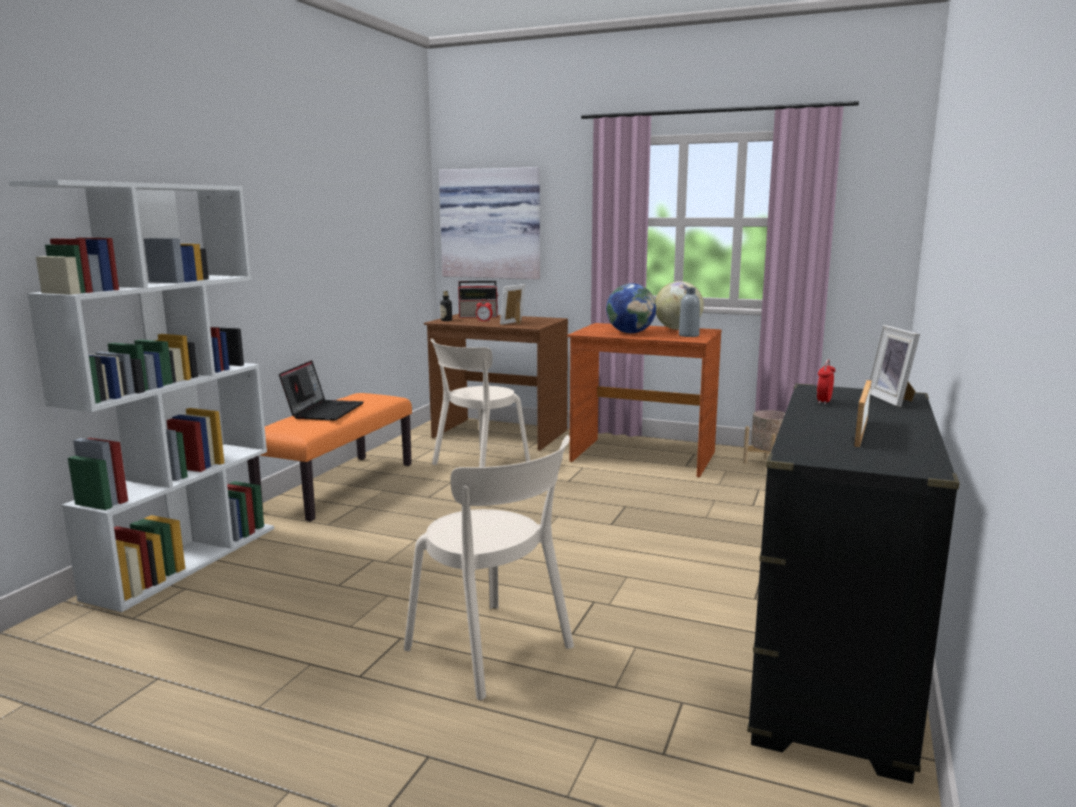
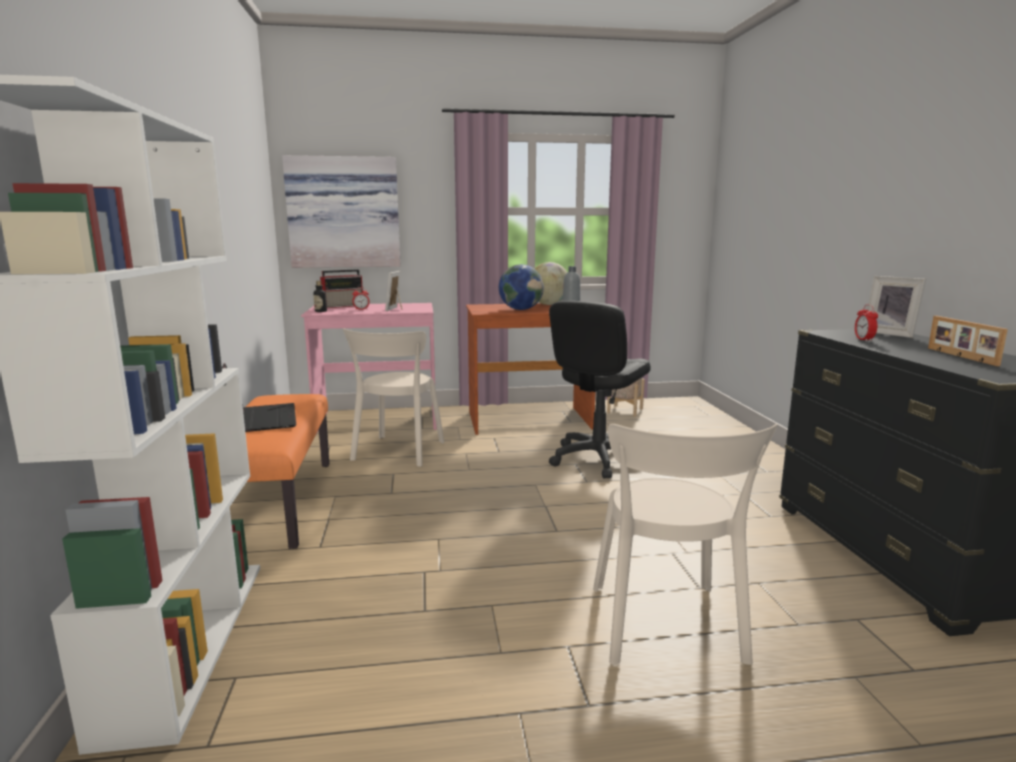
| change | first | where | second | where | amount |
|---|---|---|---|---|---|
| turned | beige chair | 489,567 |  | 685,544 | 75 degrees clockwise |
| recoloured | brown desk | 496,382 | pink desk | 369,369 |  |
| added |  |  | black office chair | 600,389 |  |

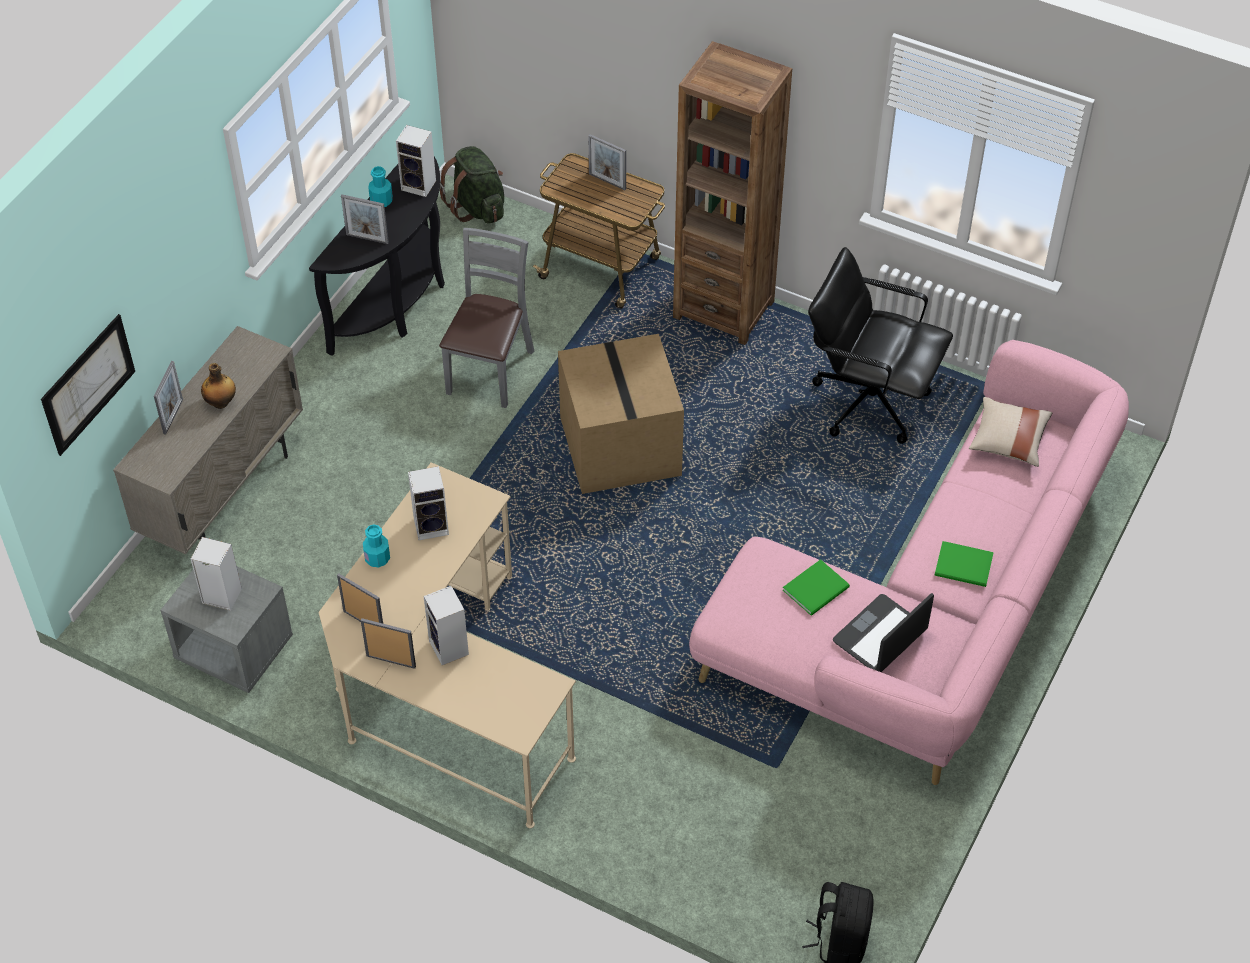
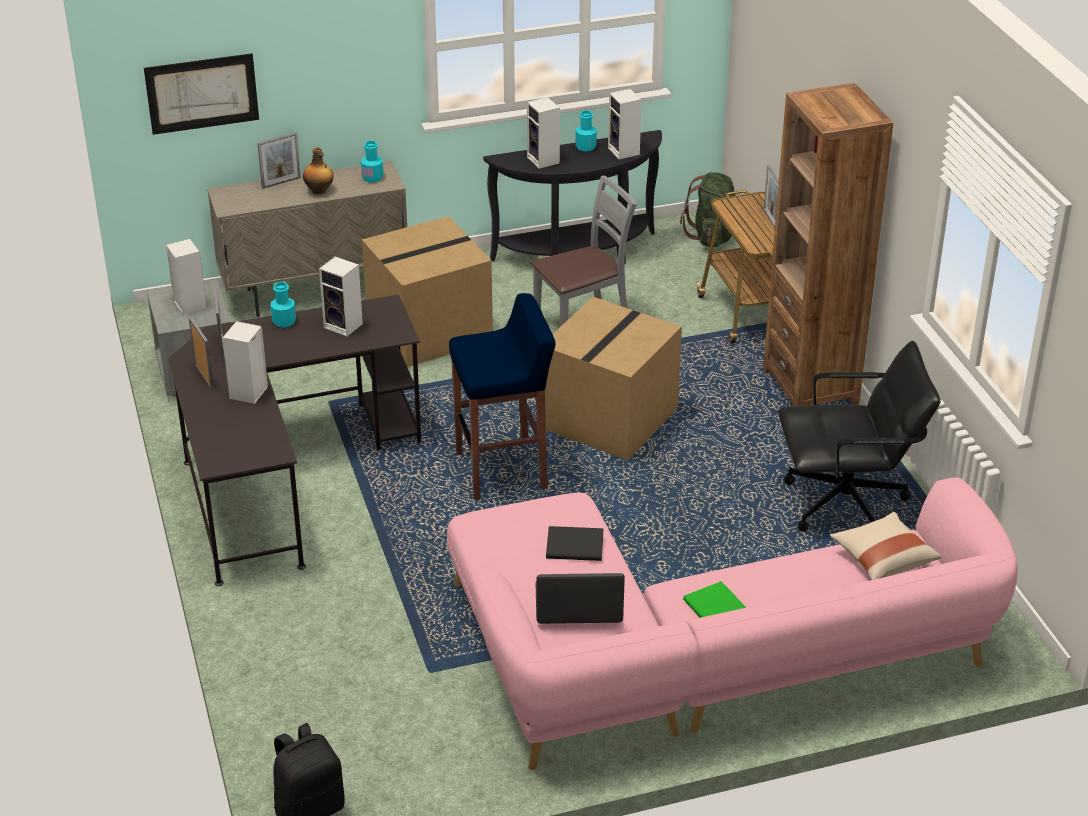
| change | first | where | second | where | amount |
|---|---|---|---|---|---|
| recoloured | beige desk | 447,645 | black desk | 294,440 |  |
| replaced | picture frame | 365,219 | speaker | 543,133 |  |
| recoloured | green book | 816,587 | black book | 575,543 |  |
| turned | black office chair | 880,345 |  | 859,436 | 105 degrees clockwise |
| added |  |  | turquoise bottle | 372,161 |  |
| added |  |  | cardboard box | 427,291 |  |
| added |  |  | blue stool | 502,396 |  |

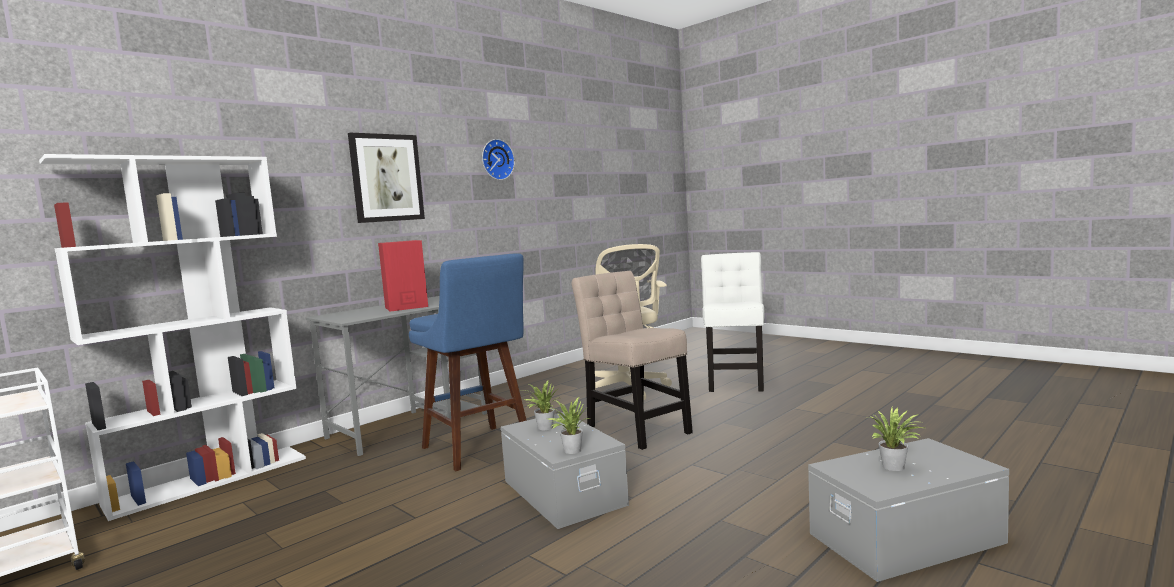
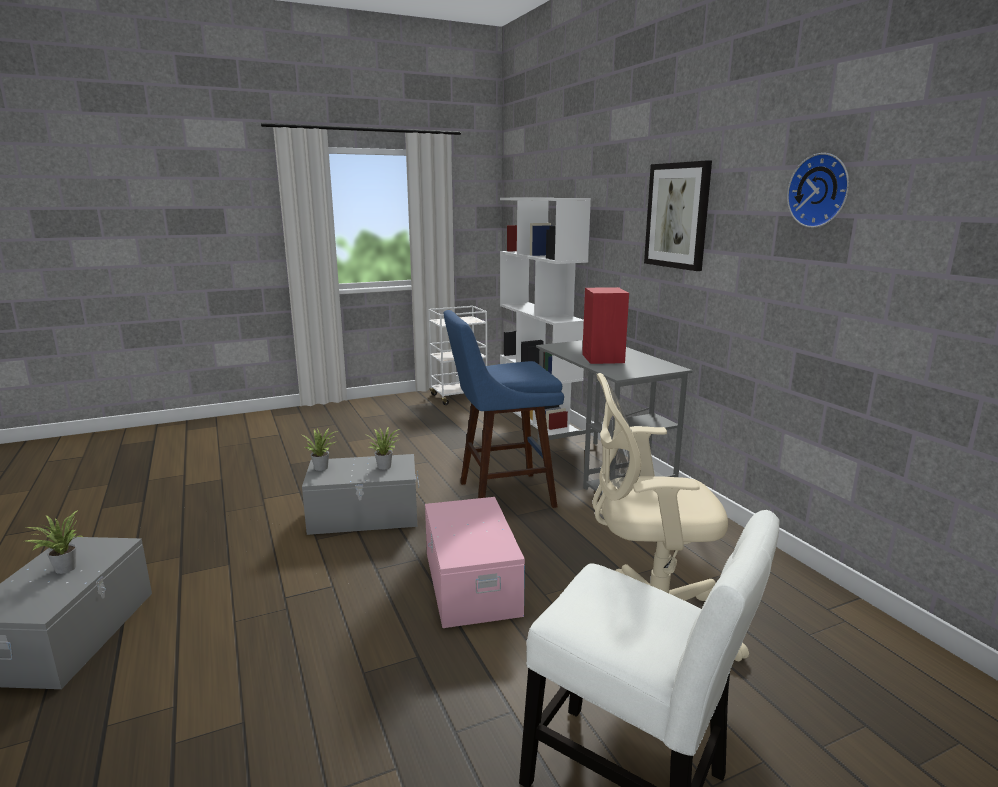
| change | first | where | second | where | amount |
|---|---|---|---|---|---|
| replaced | beige chair | 632,360 | pink storage box | 475,562 |  |

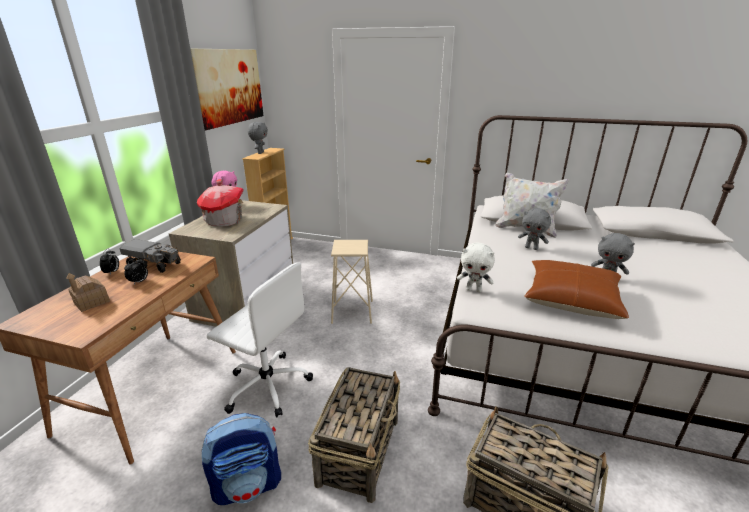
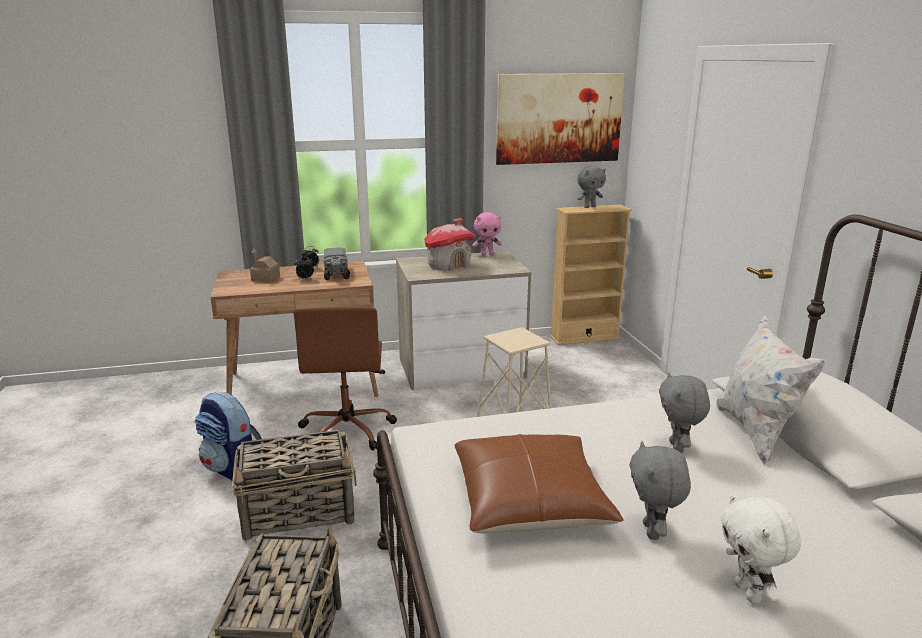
| change | first | where | second | where | amount |
|---|---|---|---|---|---|
| recoloured | white office chair | 260,339 | brown office chair | 345,378 |  |
| moved | white plush toy | 476,267 |  | 761,549 |  |

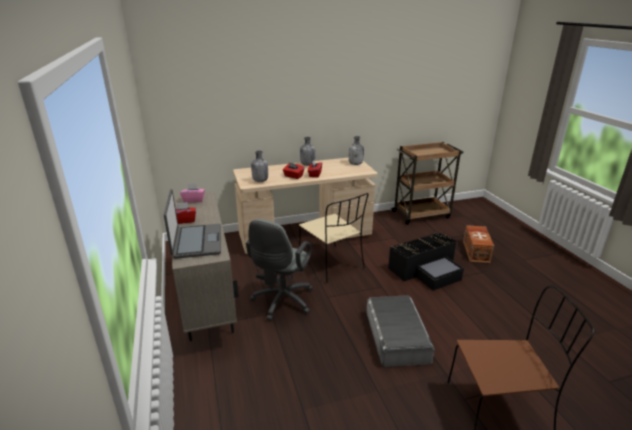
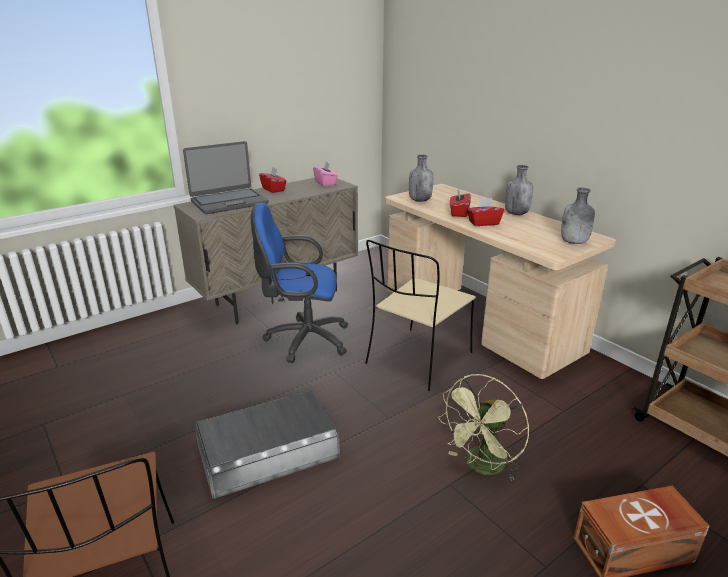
| change | first | where | second | where | amount |
|---|---|---|---|---|---|
| recoloured | grey office chair | 279,270 | blue office chair | 299,283 |  |
| replaced | black storage box | 426,261 | green fan | 483,427 |  |

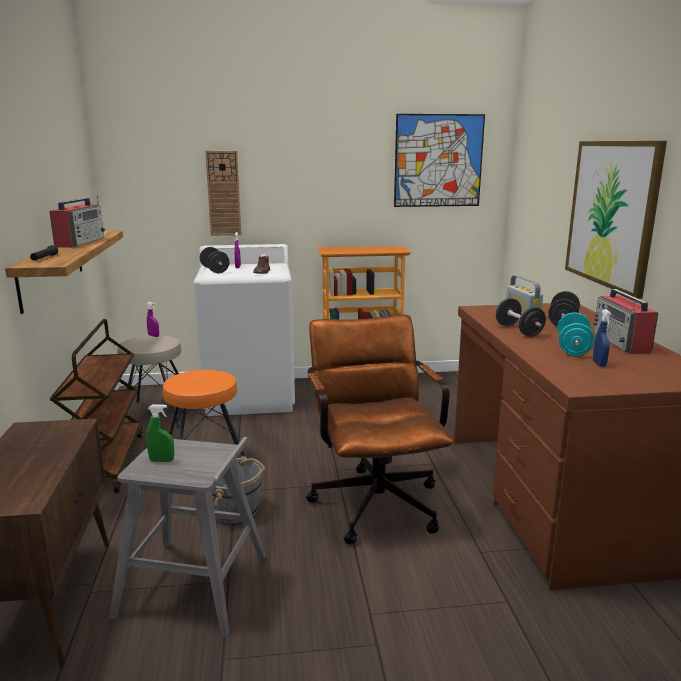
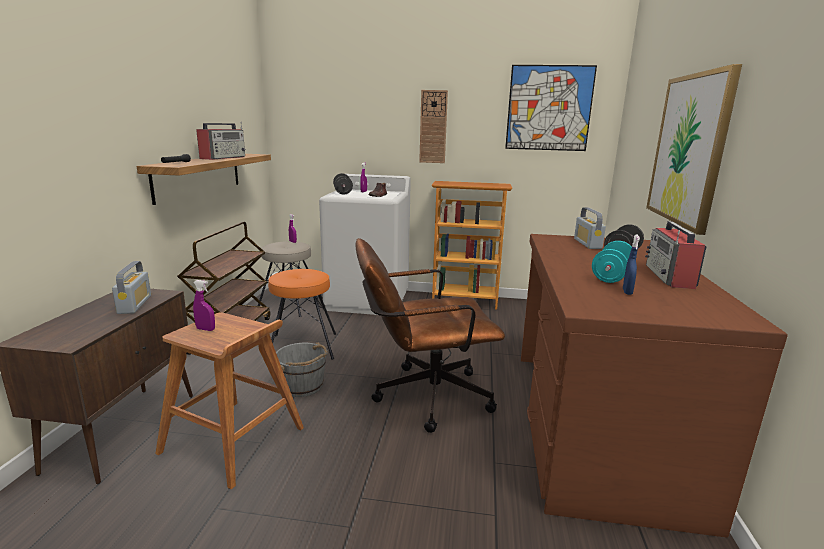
| change | first | where | second | where | amount |
|---|---|---|---|---|---|
| recoloured | grey stool | 187,537 | brown stool | 229,401 |  |
| recoloured | green spray bottle | 160,433 | purple spray bottle | 204,305 |  |
| moved | wall clock | 223,193 |  | 433,126 |  |
| turned | brown office chair | 380,429 |  | 430,335 | 105 degrees counterclockwise |
| removed | black dumbbell | 521,317 |  |  |  |
| added |  |  | radio | 131,287 |  |

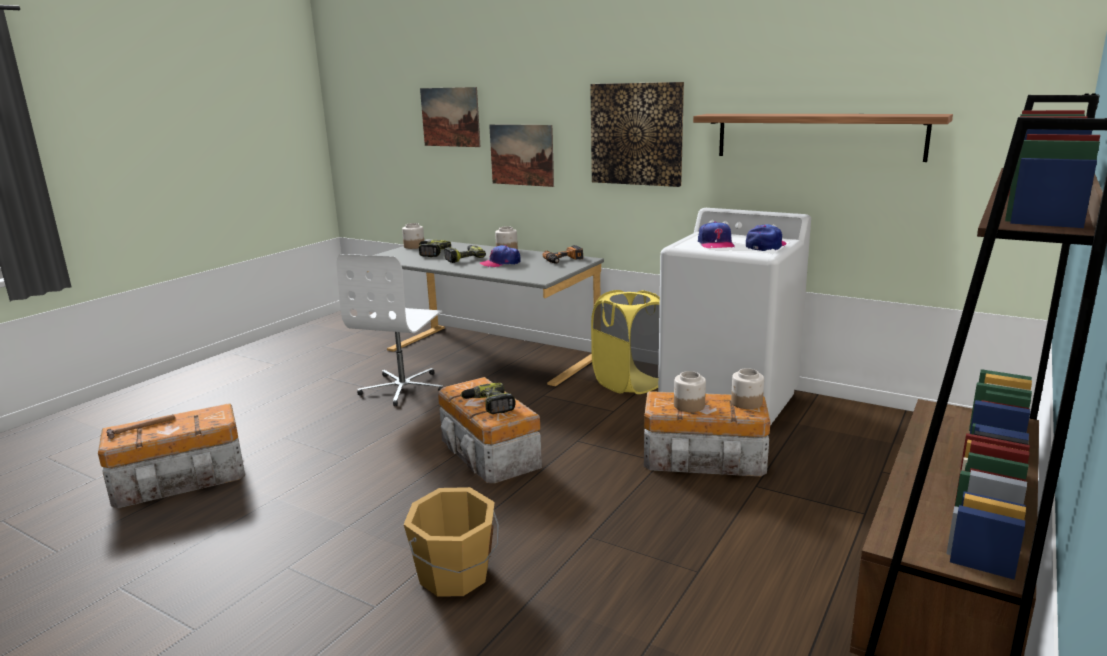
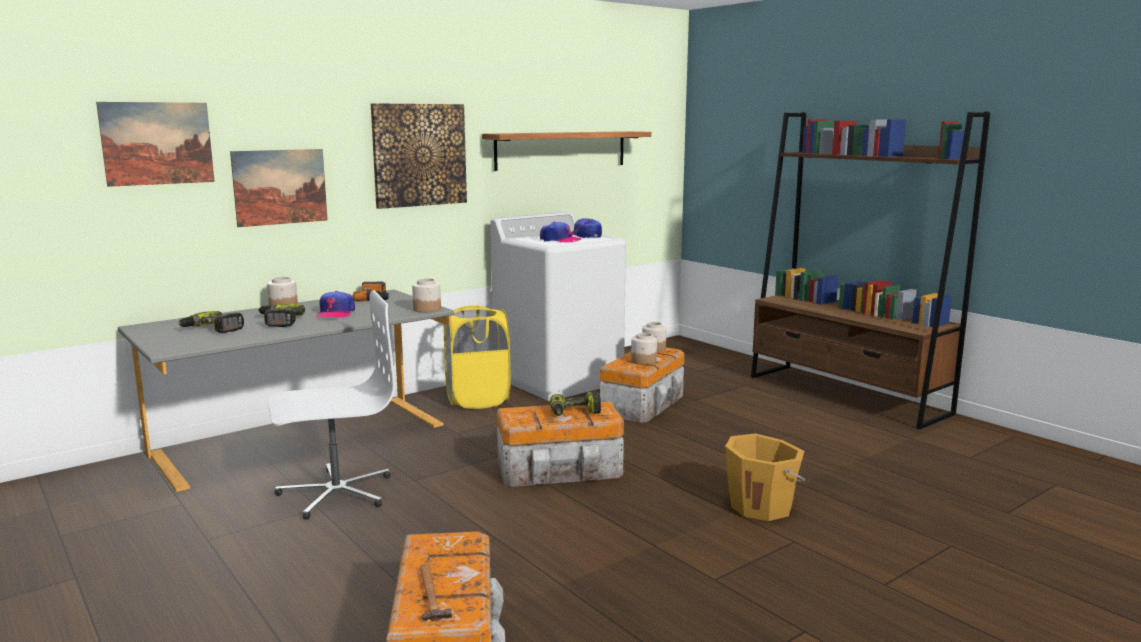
| change | first | where | second | where | amount |
|---|---|---|---|---|---|
| turned | white office chair | 390,330 |  | 331,405 | 60 degrees counterclockwise |
| moved | jar | 413,236 |  | 426,295 |  |

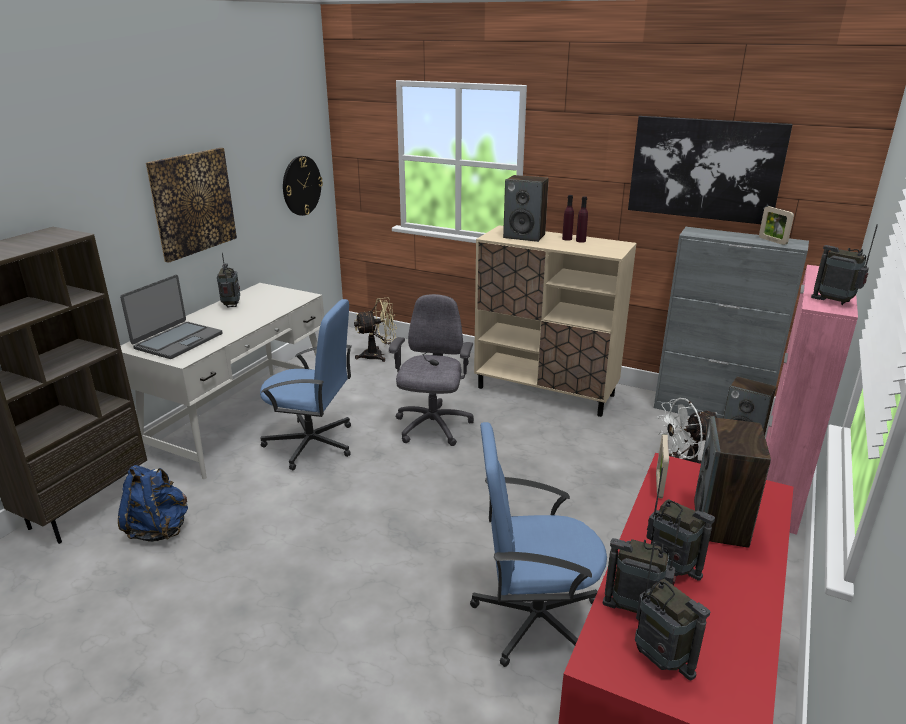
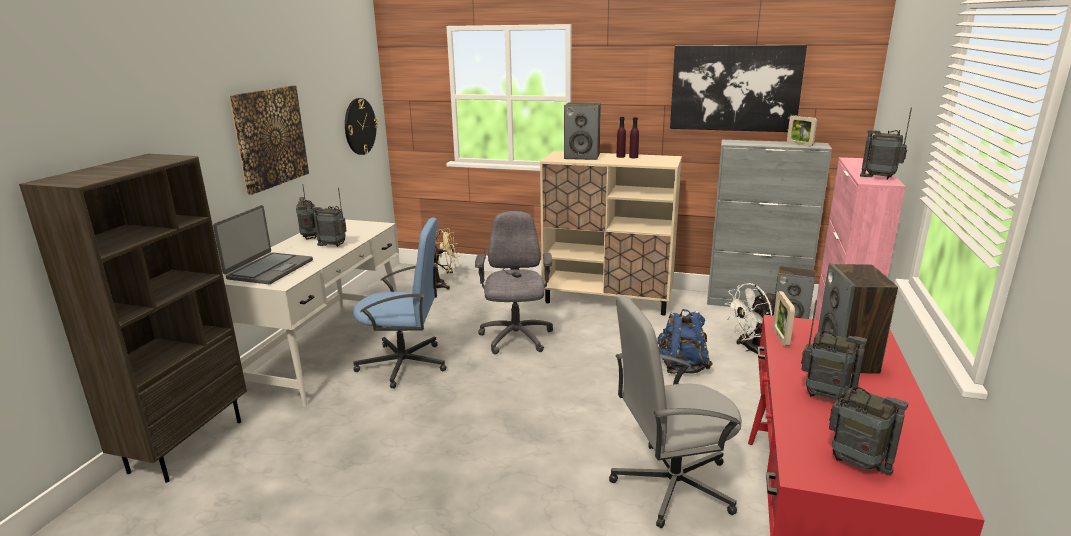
| change | first | where | second | where | amount |
|---|---|---|---|---|---|
| moved | blue backpack | 153,503 |  | 685,341 |  |
| recoloured | blue office chair | 538,544 | grey office chair | 675,412 |  |
| moved | radio | 642,565 |  | 329,217 |  |

